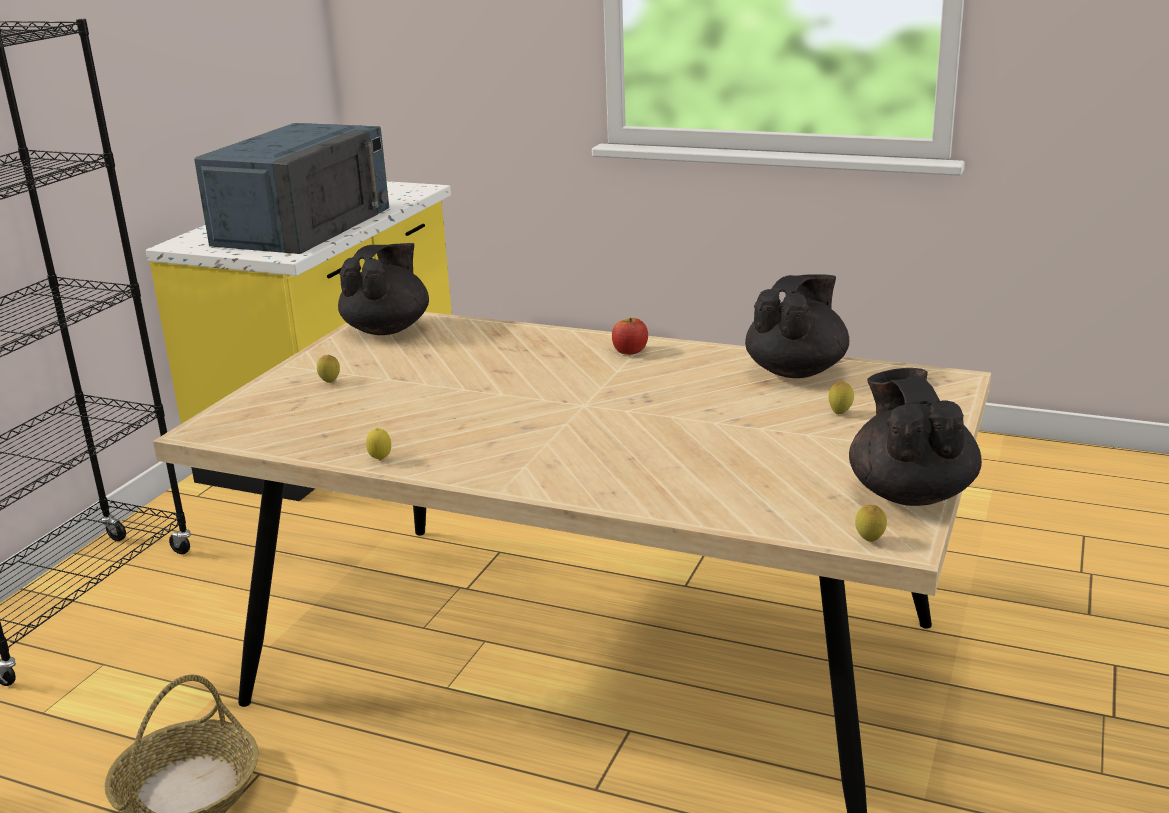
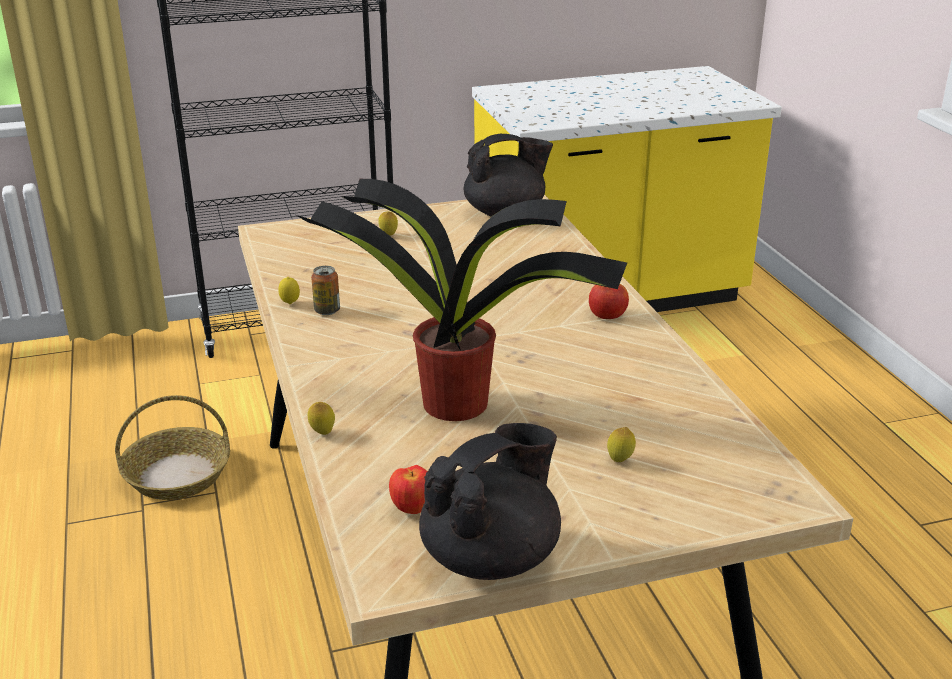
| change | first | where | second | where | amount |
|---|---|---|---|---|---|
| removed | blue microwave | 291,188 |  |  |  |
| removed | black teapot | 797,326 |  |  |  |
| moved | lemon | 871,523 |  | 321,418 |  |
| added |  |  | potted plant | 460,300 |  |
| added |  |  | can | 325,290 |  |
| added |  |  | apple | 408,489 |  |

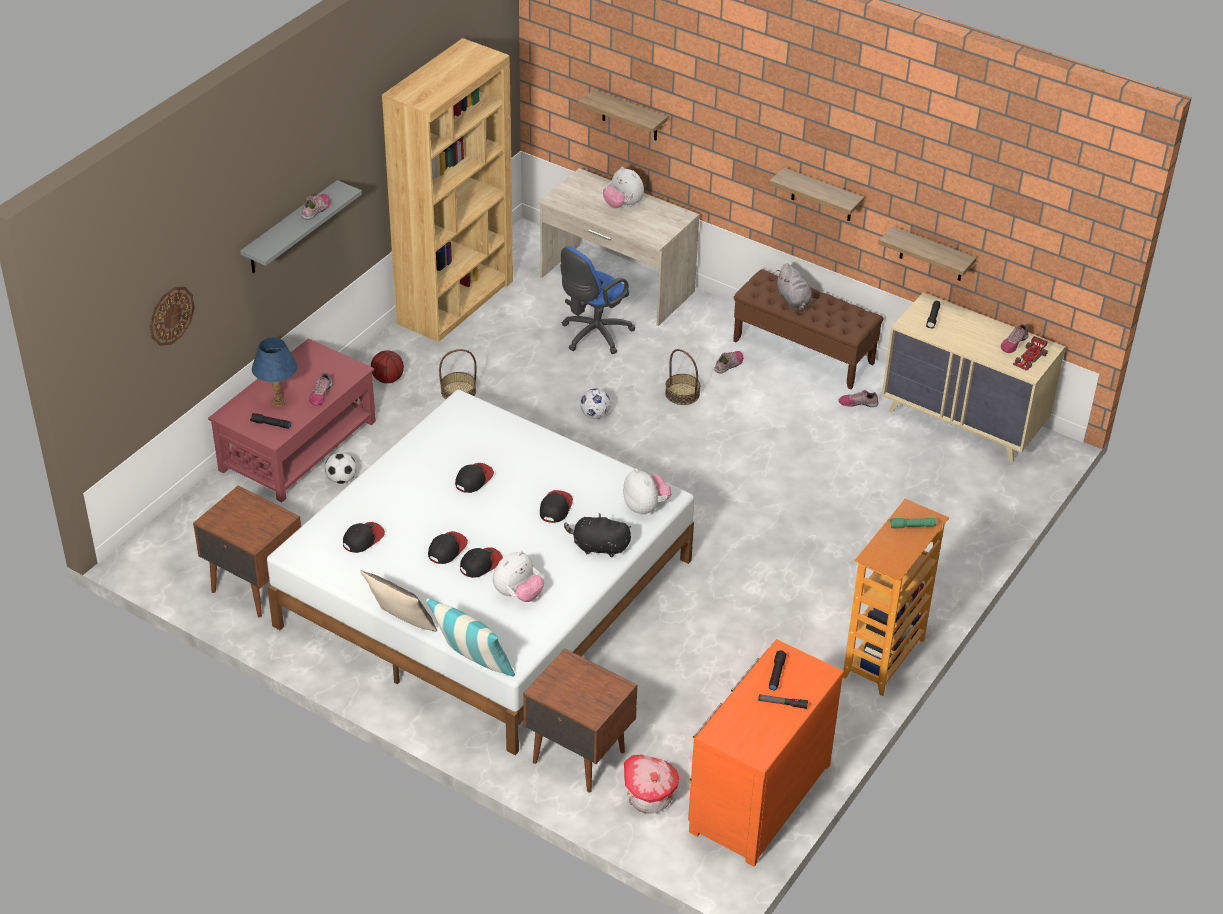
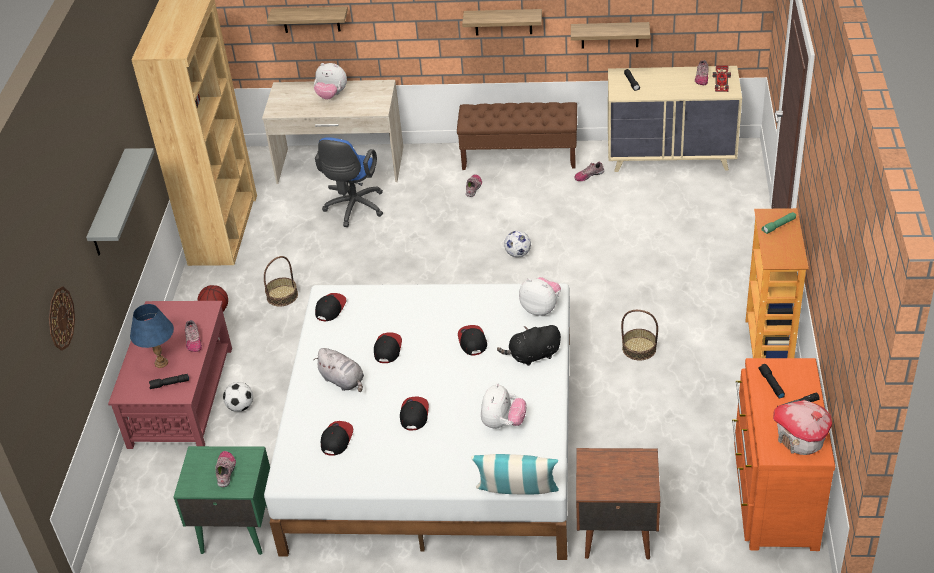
| change | first | where | second | where | amount |
|---|---|---|---|---|---|
| recoloured | brown nightstand | 247,551 | green nightstand | 221,500 |  |
| moved | shoe | 315,207 |  | 225,469 |  |
| removed | pillow | 398,601 |  |  |  |
| moved | cap | 481,562 |  | 331,307 |  |
| moved | football | 595,403 |  | 517,244 |  |
| moved | toy house | 651,784 |  | 802,427 |  |
| moved | basket | 682,377 |  | 639,335 |  |
| moved | grey plush toy | 794,287 |  | 339,370 |  |

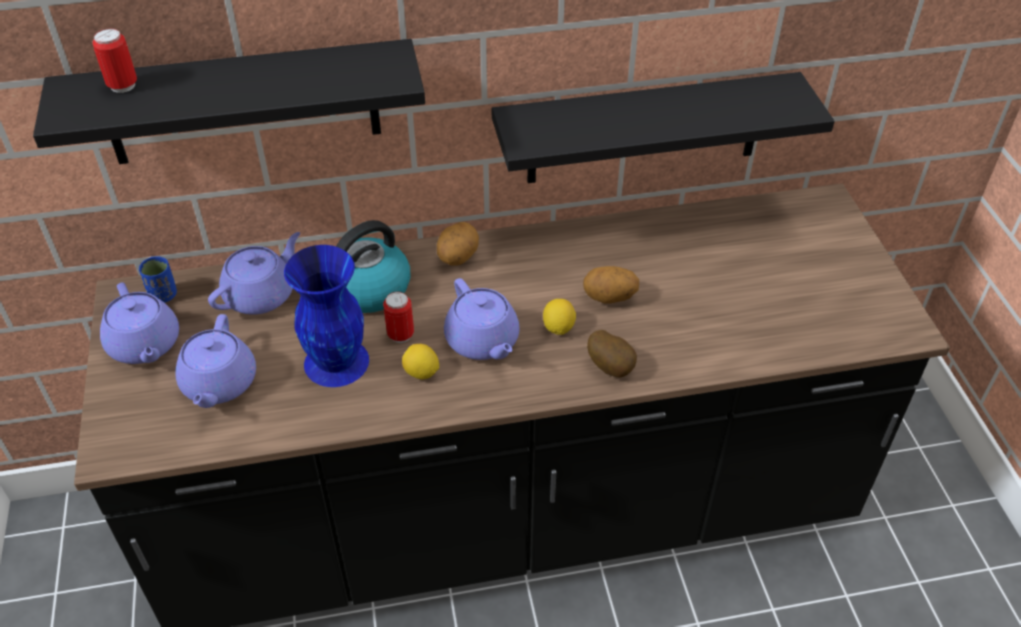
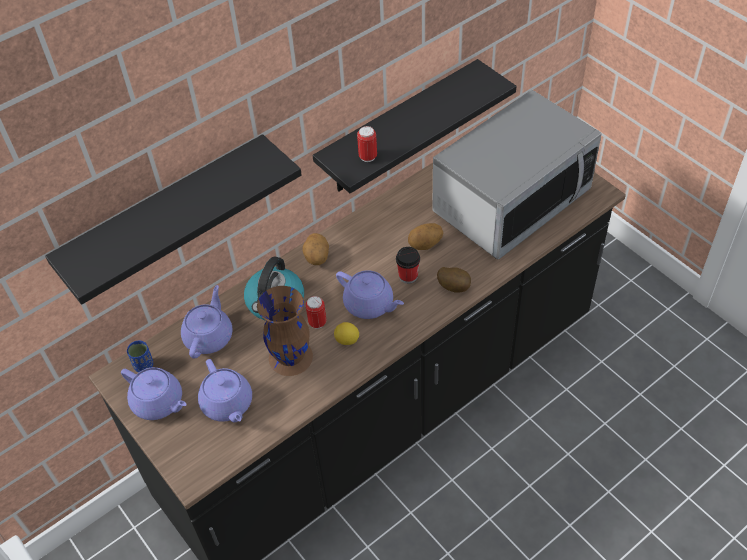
| change | first | where | second | where | amount |
|---|---|---|---|---|---|
| moved | can | 115,60 |  | 367,144 |  |
| recoloured | blue vase | 326,316 | brown vase | 285,331 |  |
| replaced | lemon | 559,317 | cup | 408,265 |  |
| added |  |  | microwave | 517,175 |  |

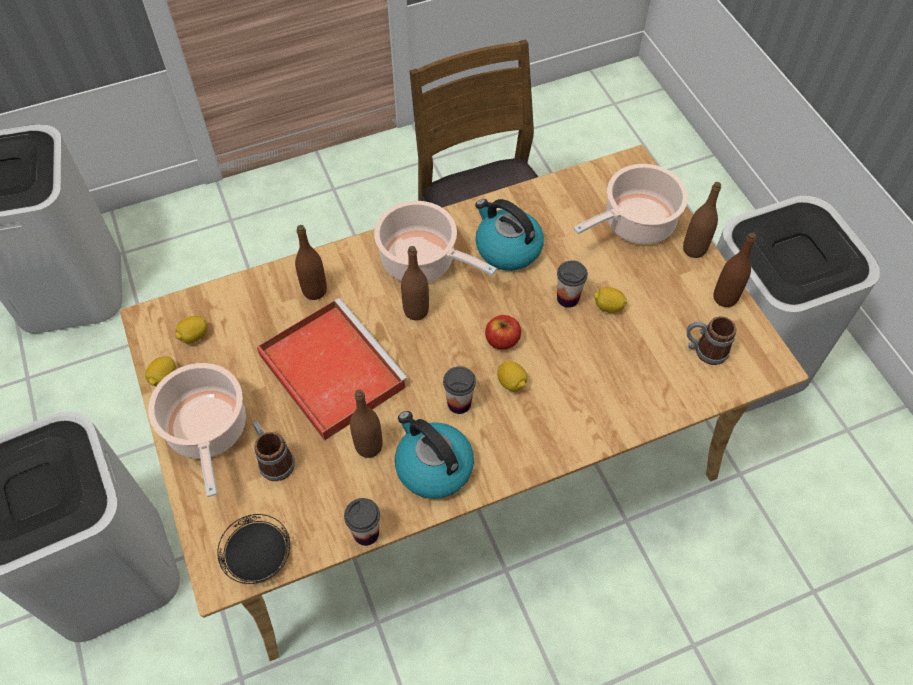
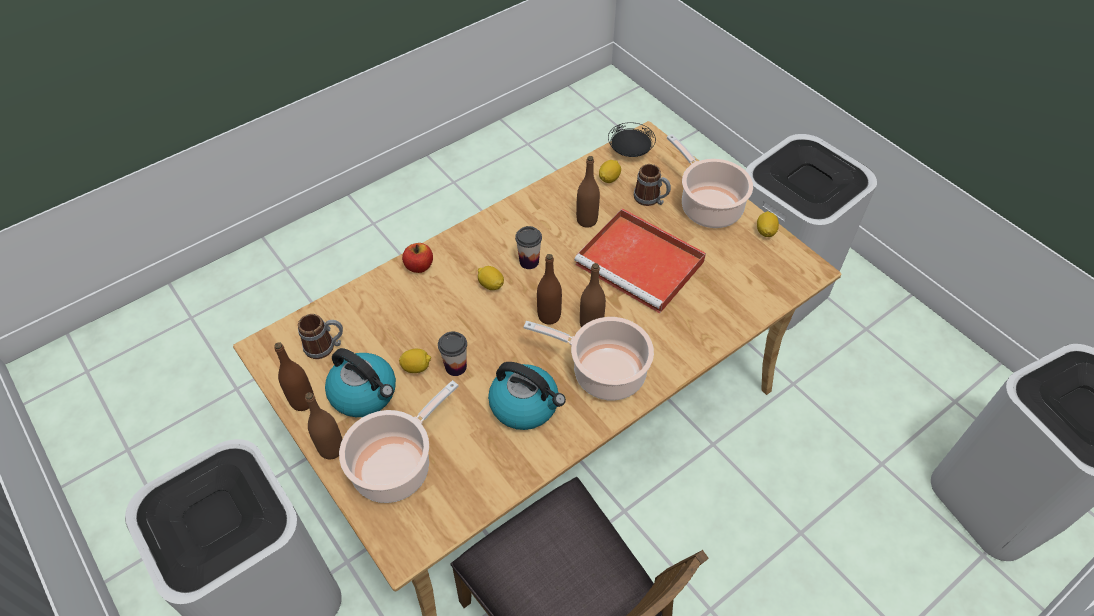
| change | first | where | second | where | amount |
|---|---|---|---|---|---|
| moved | lemon | 191,329 |  | 610,171 |  |
| moved | brown bottle | 311,262 |  | 549,289 |  |
| removed | cup | 362,522 |  |  |  |
| moved | kettle | 434,455 |  | 360,382 |  |
| moved | apple | 503,332 |  | 417,258 |  |

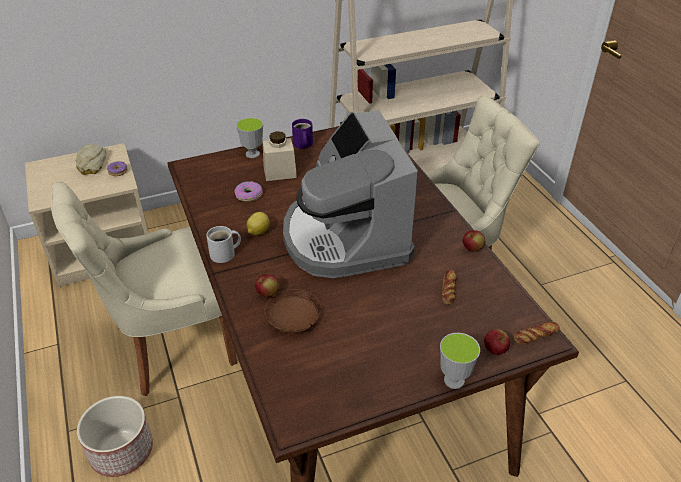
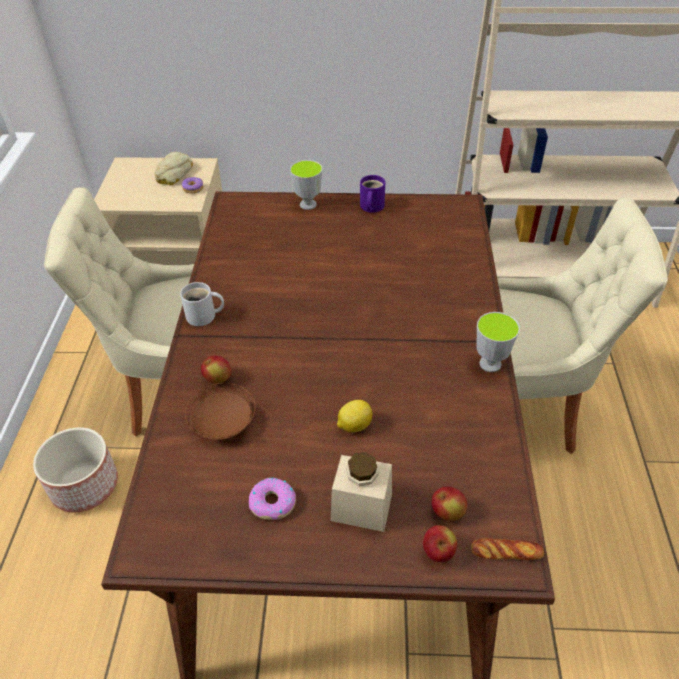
| change | first | where | second | where | amount |
|---|---|---|---|---|---|
| moved | donut | 248,191 |  | 272,499 |  |
| moved | lemon | 258,223 |  | 355,416 |  |
| moved | beige jar | 280,156 |  | 361,492 |  |
| removed | coffee machine | 350,194 |  |  |  |
| moved | cup | 460,361 |  | 498,342 |  |
| removed | bread | 449,287 |  |  |  |
| moved | apple | 474,241 |  | 449,503 |  |

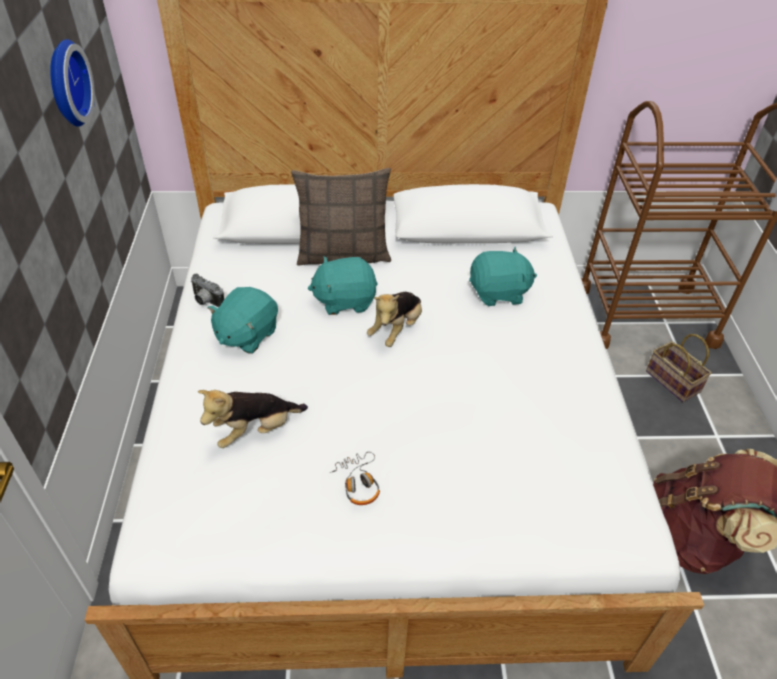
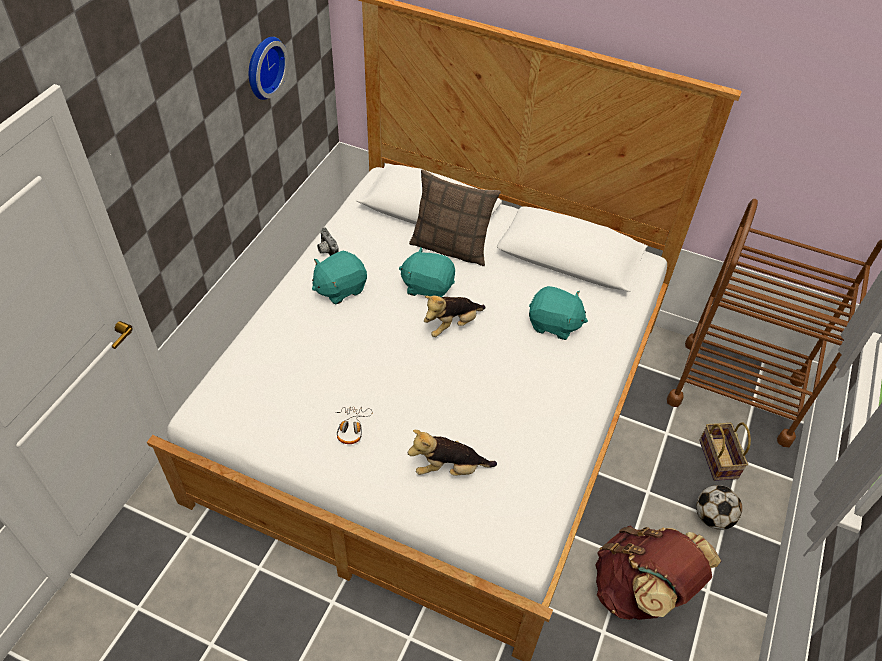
| change | first | where | second | where | amount |
|---|---|---|---|---|---|
| moved | plush toy | 253,419 |  | 452,453 |  |
| added |  |  | football | 719,507 |  |

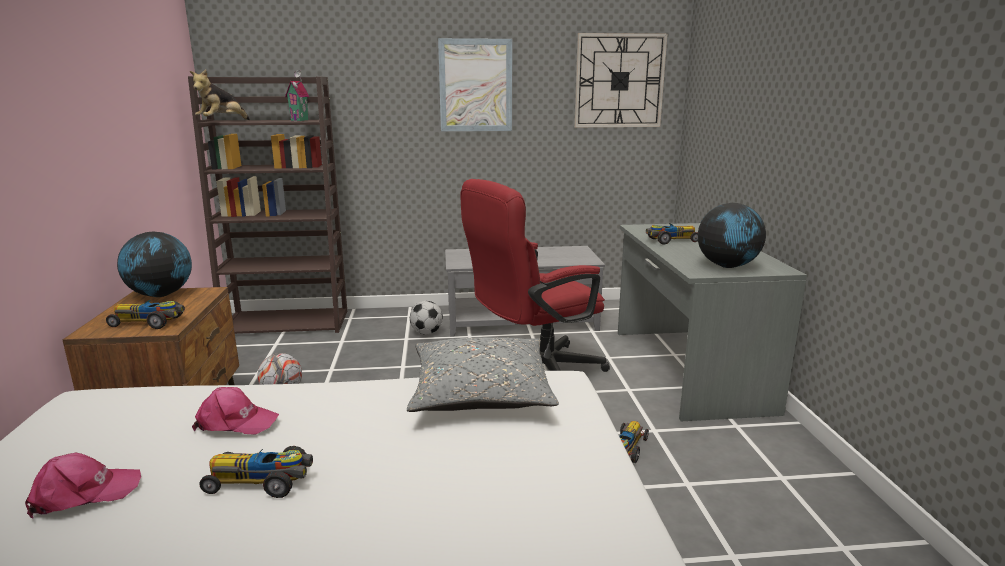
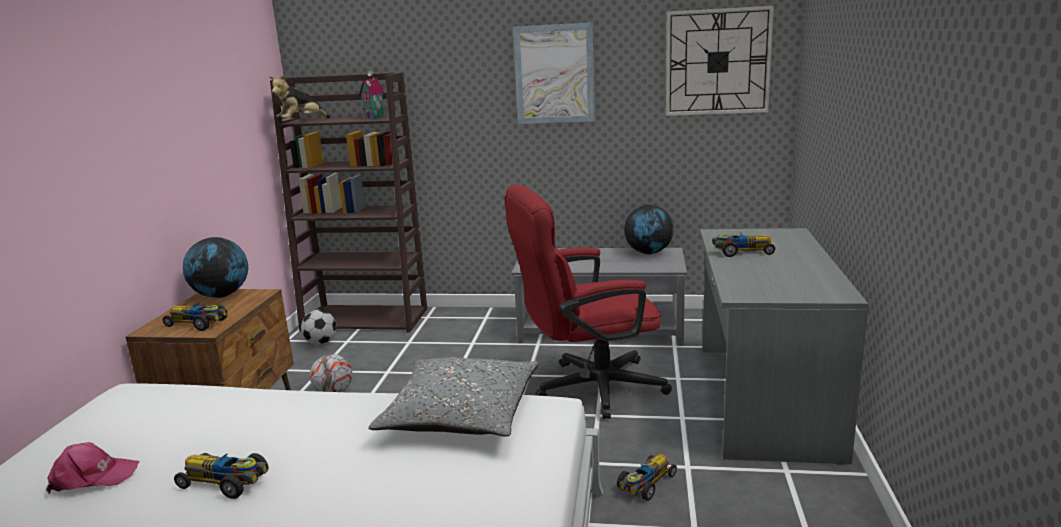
| change | first | where | second | where | amount |
|---|---|---|---|---|---|
| removed | pink cap | 235,411 |  |  |  |
| moved | football | 426,318 |  | 319,327 |  |
| moved | globe | 732,235 |  | 649,229 |  |

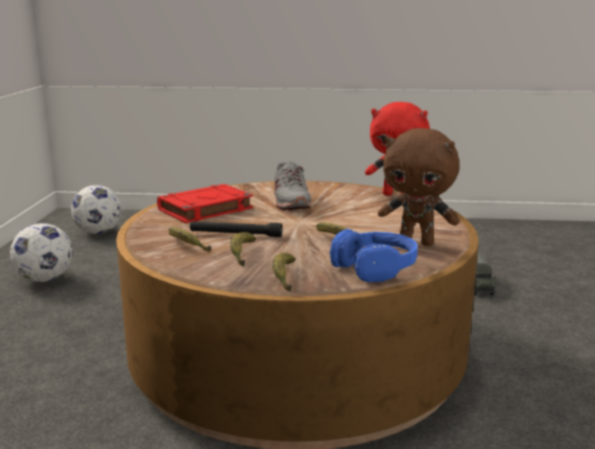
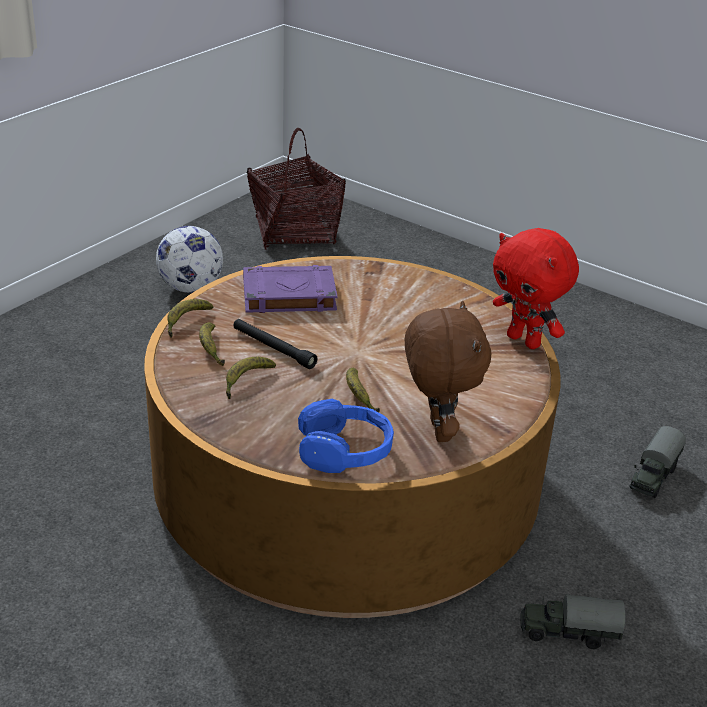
| change | first | where | second | where | amount |
|---|---|---|---|---|---|
| replaced | football | 96,209 | basket | 296,189 |  |
| recoloured | red book | 205,203 | purple book | 290,289 |  |
| moved | banana | 284,272 |  | 190,318 |  |
| removed | grey shoe | 292,186 |  |  |  |
| turned | brown plush toy | 419,187 |  | 448,371 | 150 degrees counterclockwise |
| added |  |  | toy truck | 573,621 |  |

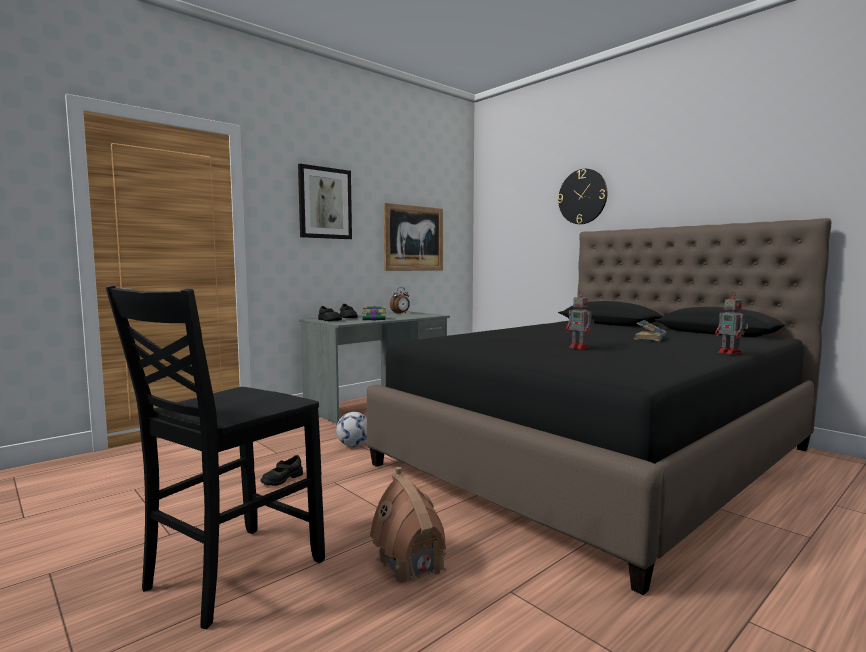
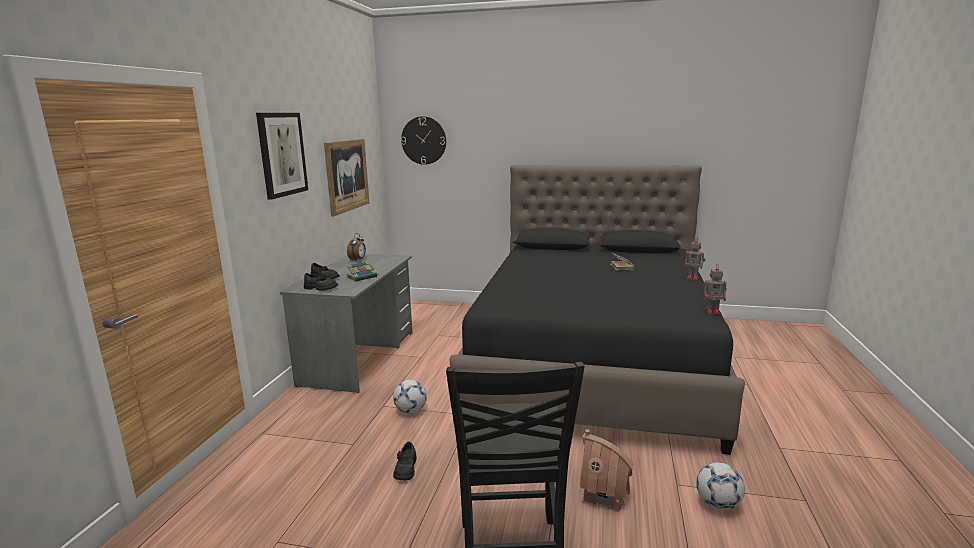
| change | first | where | second | where | amount |
|---|---|---|---|---|---|
| moved | wall clock | 582,196 |  | 423,140 |  |
| moved | toy robot | 580,319 |  | 715,289 |  |
| added |  |  | football | 720,486 |  |

